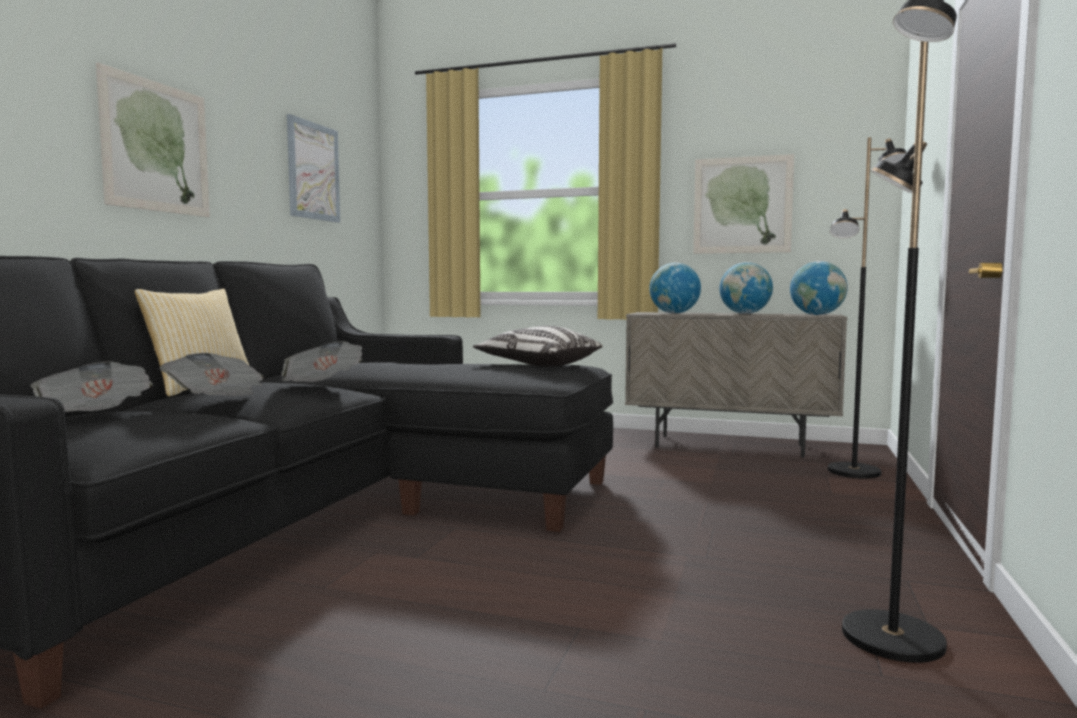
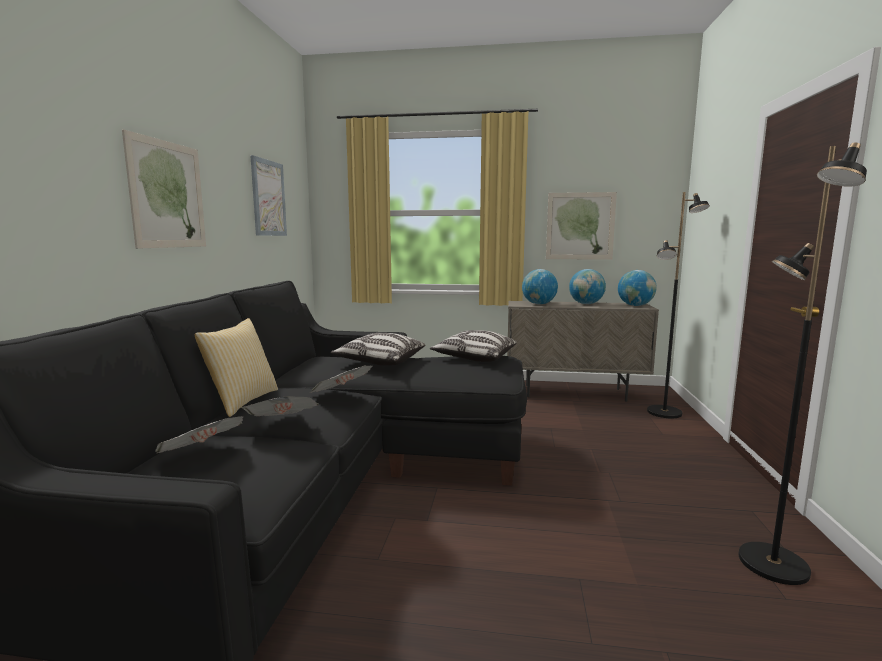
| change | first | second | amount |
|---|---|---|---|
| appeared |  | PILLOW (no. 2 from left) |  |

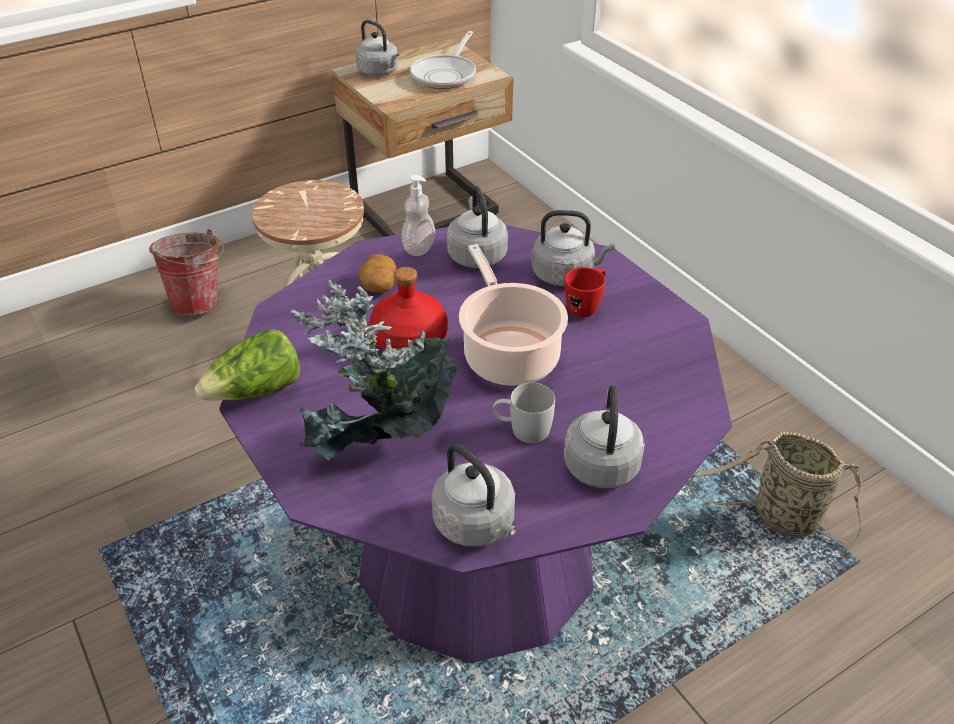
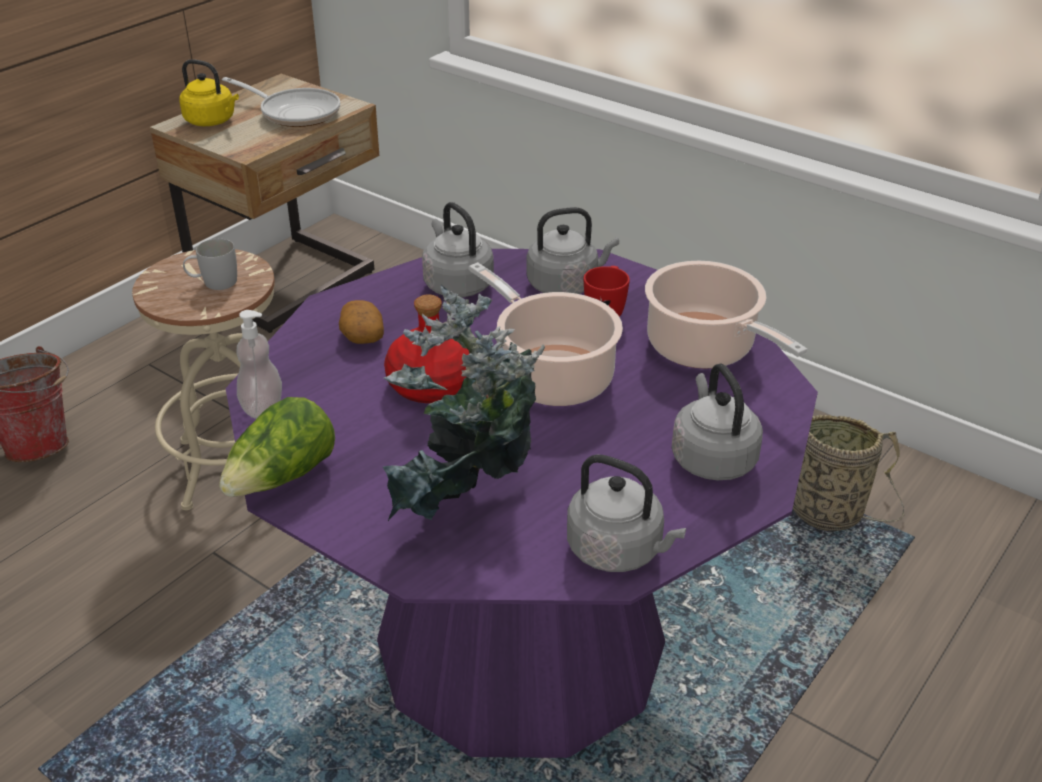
| change | first | second | amount |
|---|---|---|---|
| colour | GREY KETTLE (no. 1 from left) | YELLOW KETTLE |  |
| relocated | SOAP DISPENSER |  |  |
| spun | FRYING PAN |  | 60 degrees counterclockwise |
| relocated | WHITE MUG |  |  |
| appeared |  | COOKING POT (no. 2 from left) |  |

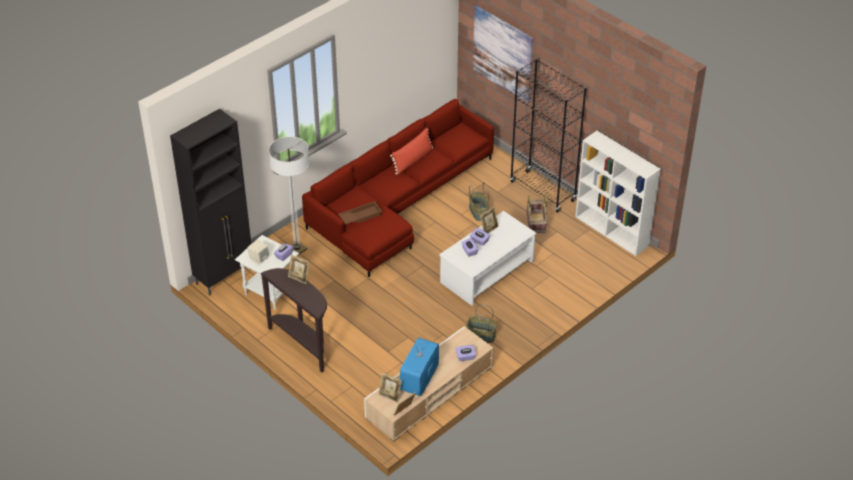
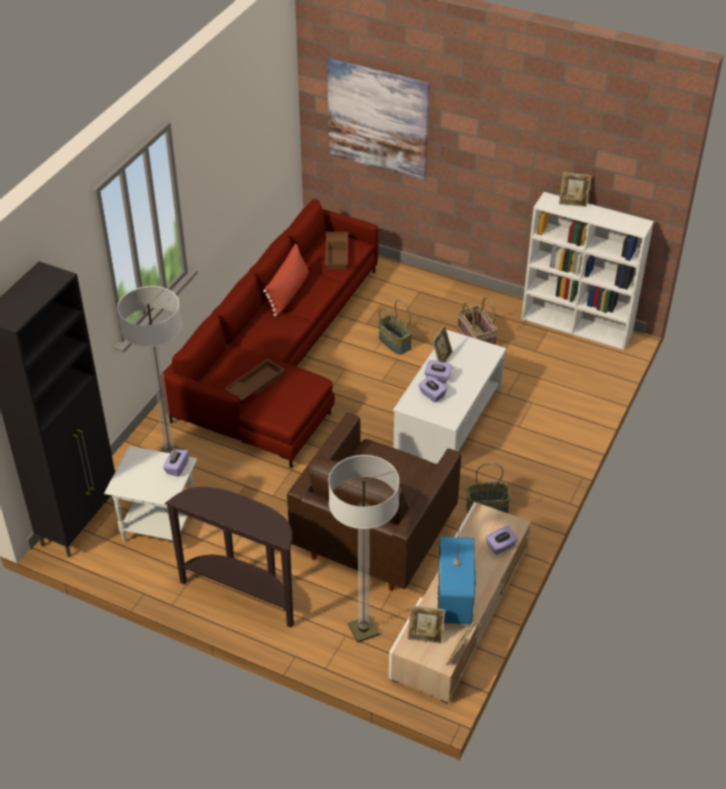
| change | first | second | amount |
|---|---|---|---|
| missing | BEIGE SPEAKER |  |  |
| relocated | PICTURE FRAME (no. 1 from left in the first image) | PICTURE FRAME (no. 4 from left) |  |
| missing | BLACK BOOKCASE |  |  |
| appeared |  | BROWN ARMCHAIR |  |
| appeared |  | BROWN TRAY (no. 2 from left) |  |
| appeared |  | FLOOR LAMP (no. 2 from left) |  |

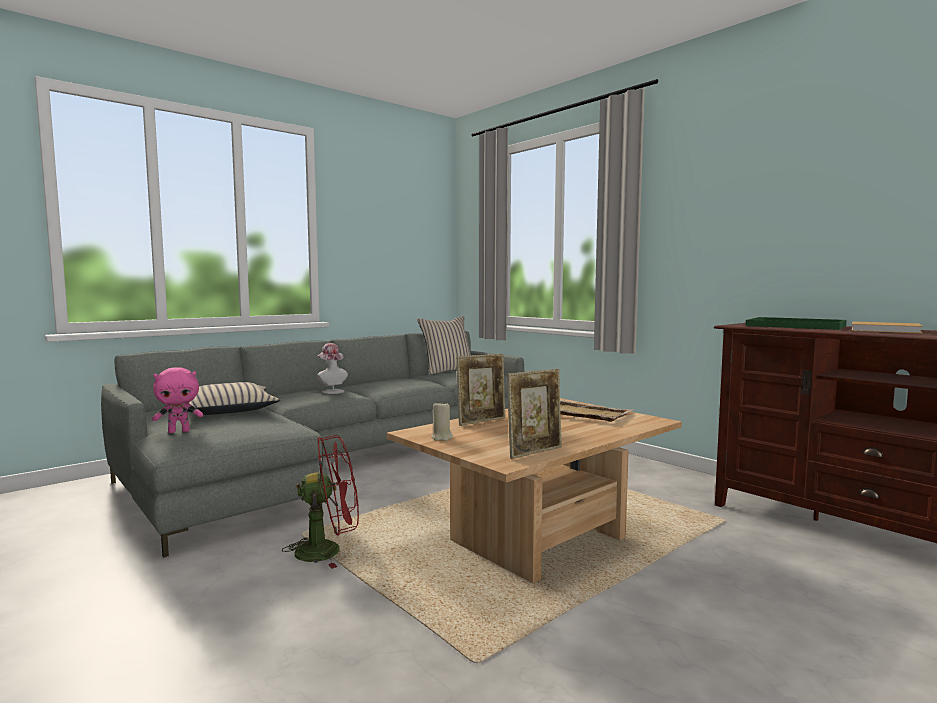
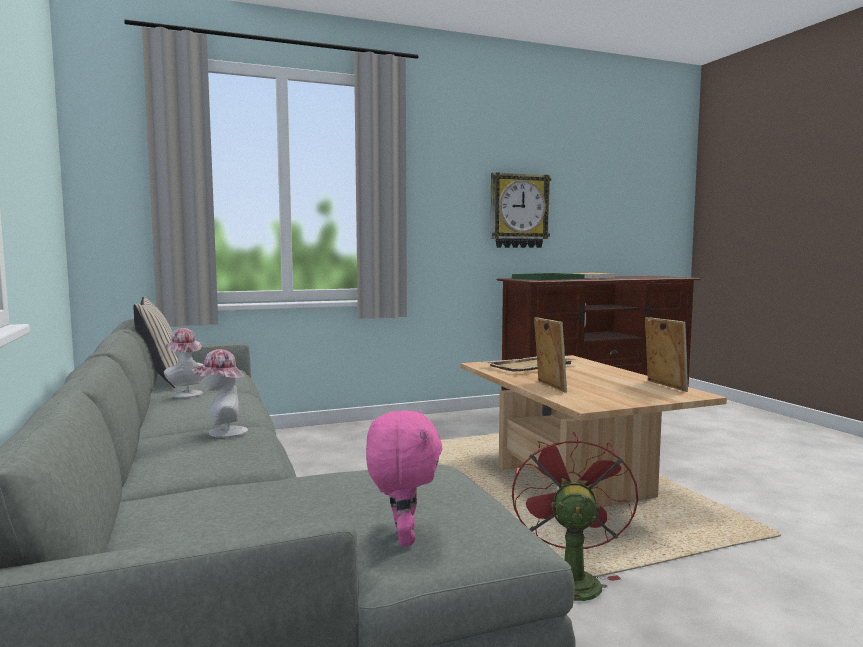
| change | first | second | amount |
|---|---|---|---|
| missing | BEIGE PILLOW (no. 1 from left) |  |  |
| missing | BEIGE CANDLE |  |  |
| appeared |  | HAT (no. 1 from left) |  |
| appeared |  | WALL CLOCK |  |

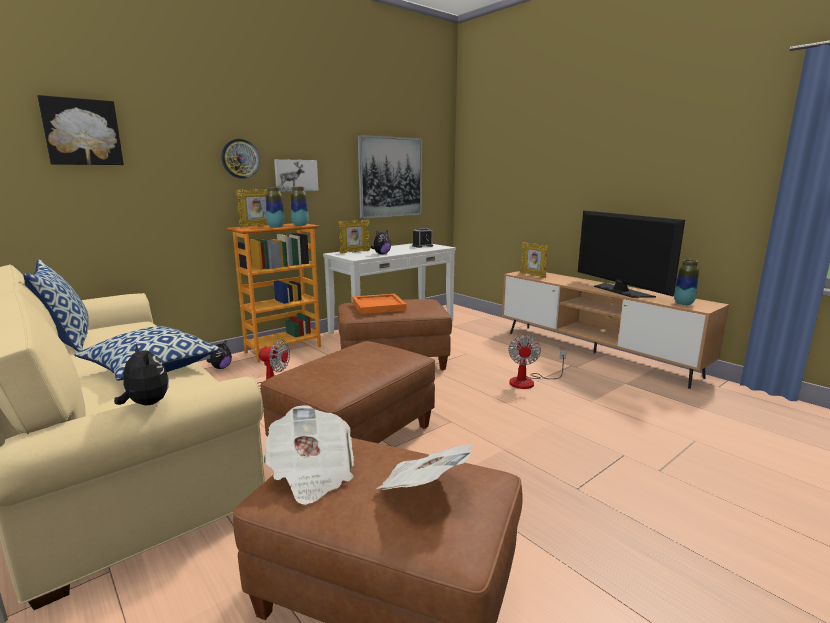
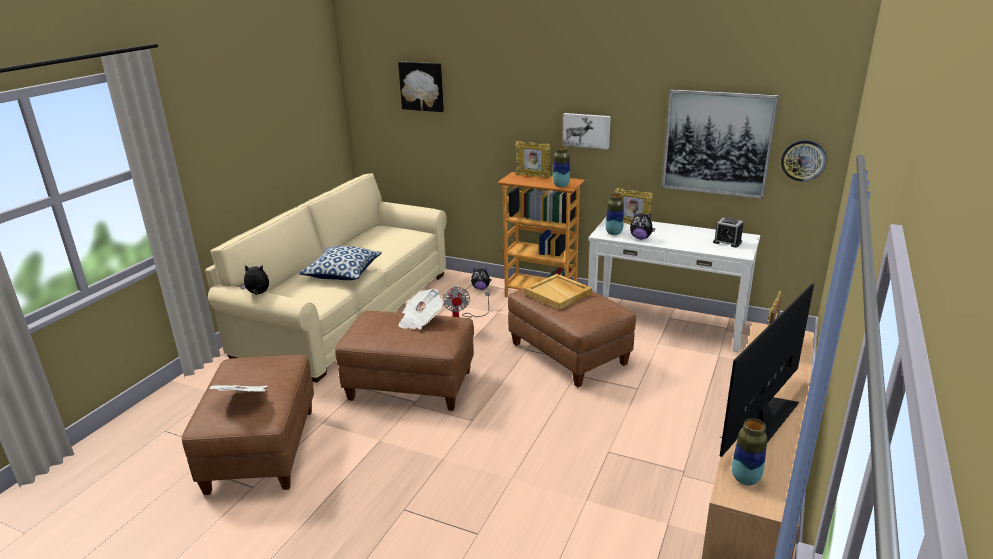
| change | first | second | amount |
|---|---|---|---|
| missing | PILLOW (no. 1 from left) |  |  |
| spun | PLUSH TOY (no. 1 from left) |  | 105 degrees counterclockwise |
| relocated | WALL CLOCK |  |  |
| relocated | NEWSPAPER (no. 1 from left in the first image) | NEWSPAPER (no. 2 from left) |  |
| relocated | VASE (no. 1 from left in the first image) | VASE (no. 2 from left) |  |
| colour | ORANGE TRAY | BEIGE TRAY |  |
| missing | FAN (no. 2 from left) |  |  |

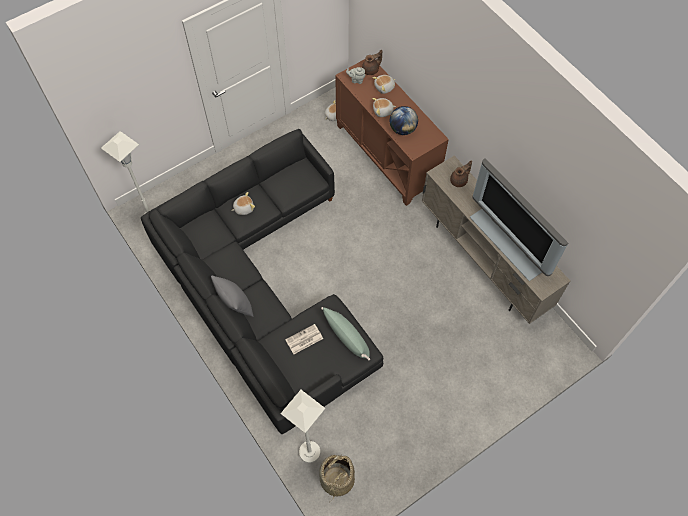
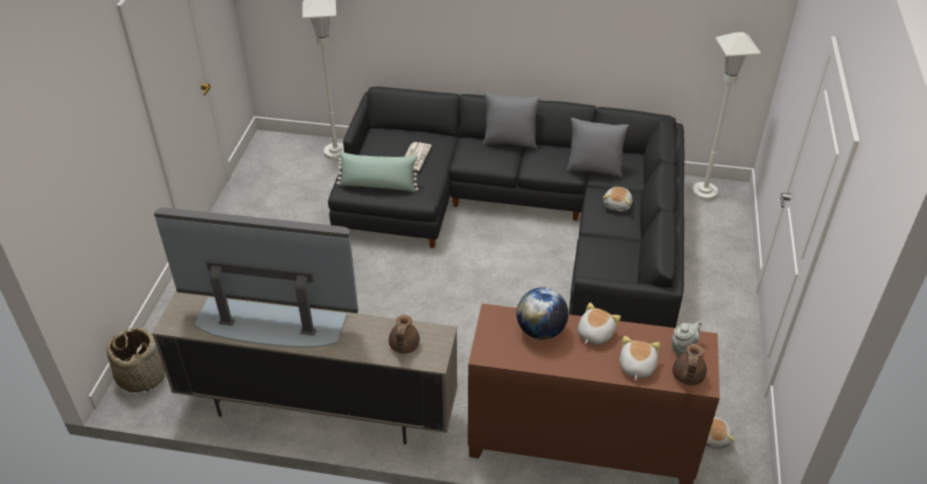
| change | first | second | amount |
|---|---|---|---|
| relocated | BASKET |  |  |
| appeared |  | GREY PILLOW (no. 2 from left) |  |

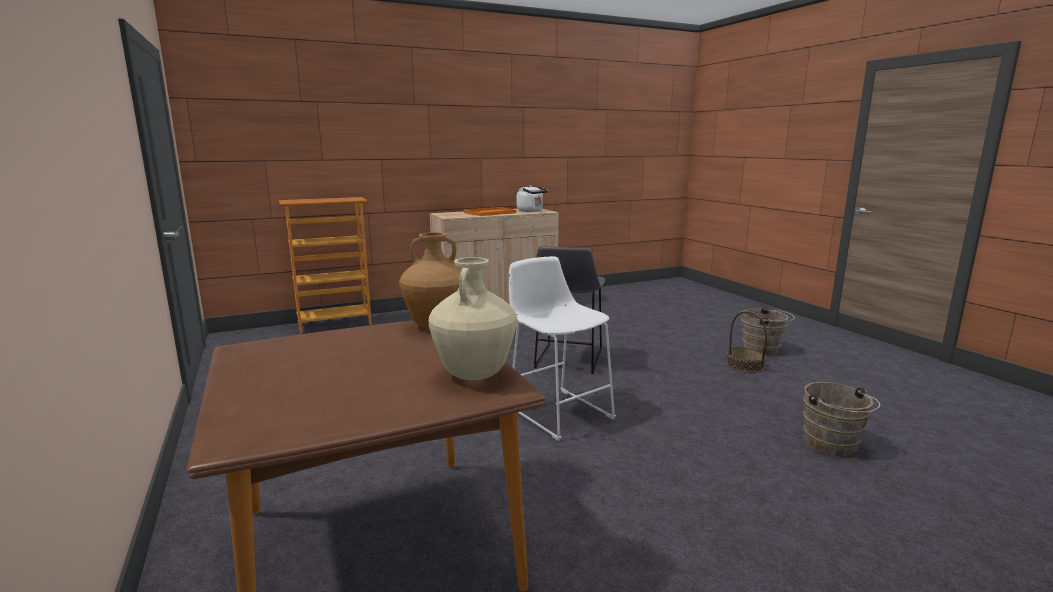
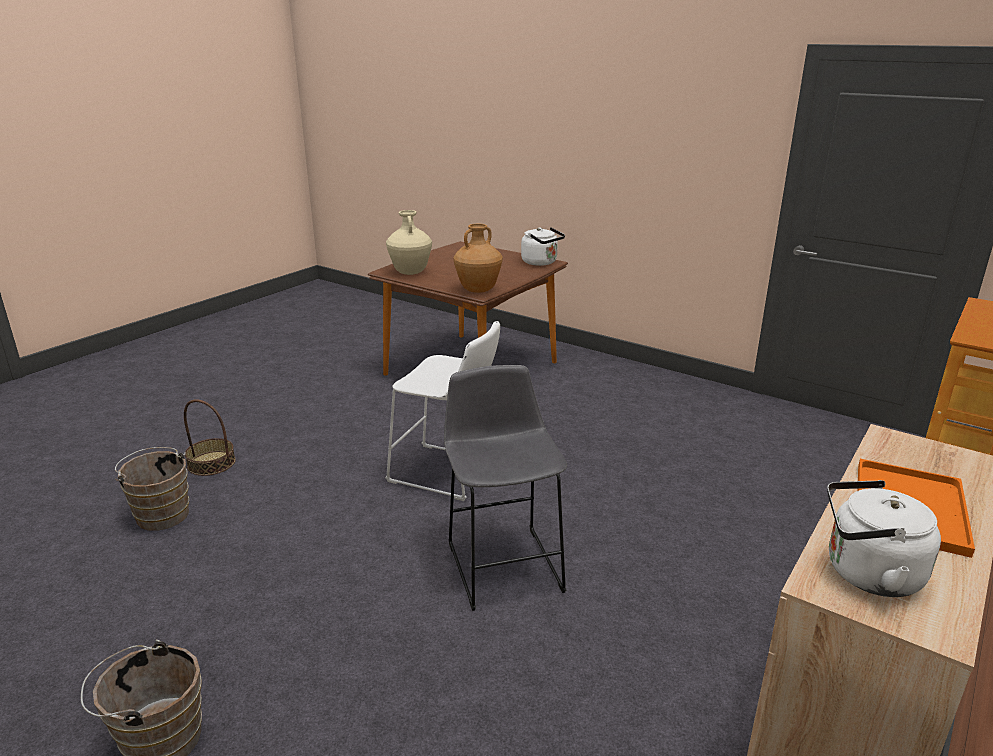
| change | first | second | amount |
|---|---|---|---|
| relocated | BASKET |  |  |
| appeared |  | WHITE KETTLE (no. 1 from left) |  |

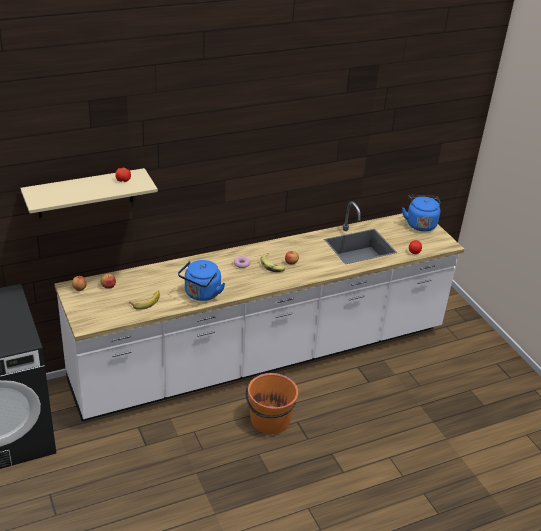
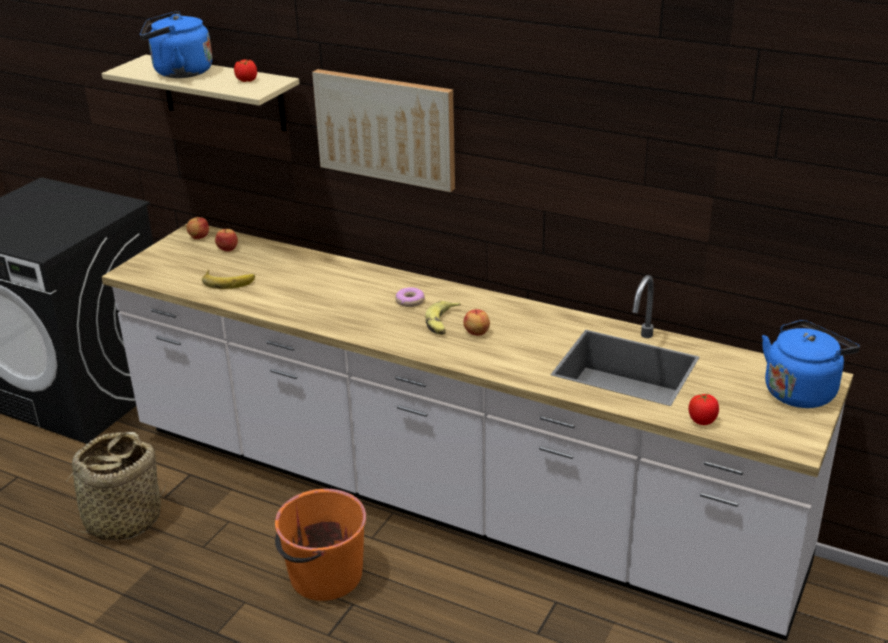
| change | first | second | amount |
|---|---|---|---|
| relocated | BLUE KETTLE (no. 1 from left) |  |  |
| appeared |  | BASKET |  |
| appeared |  | PICTURE |  |

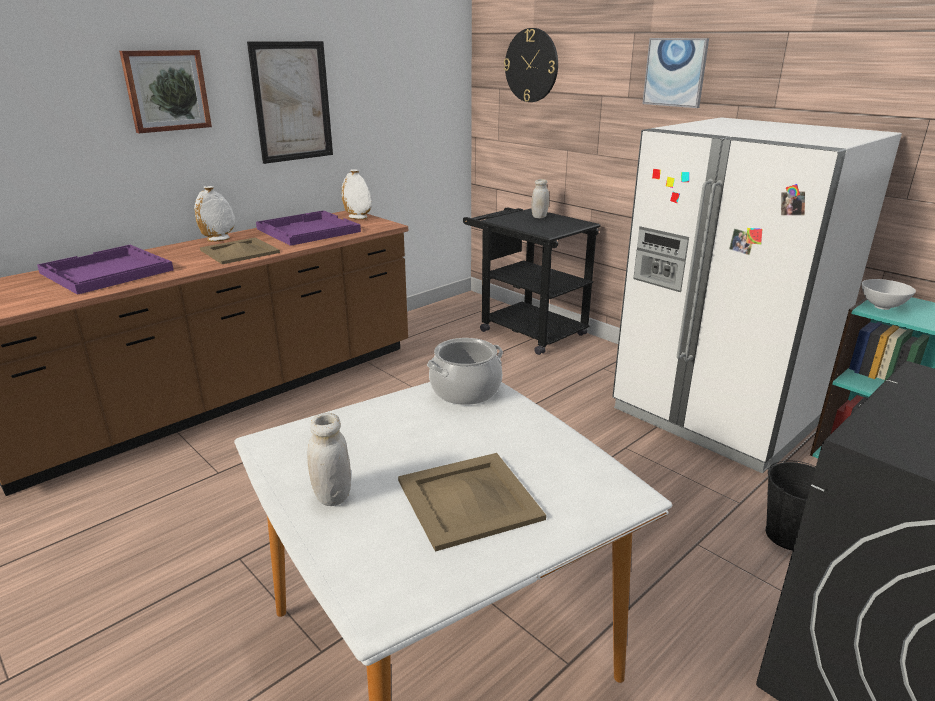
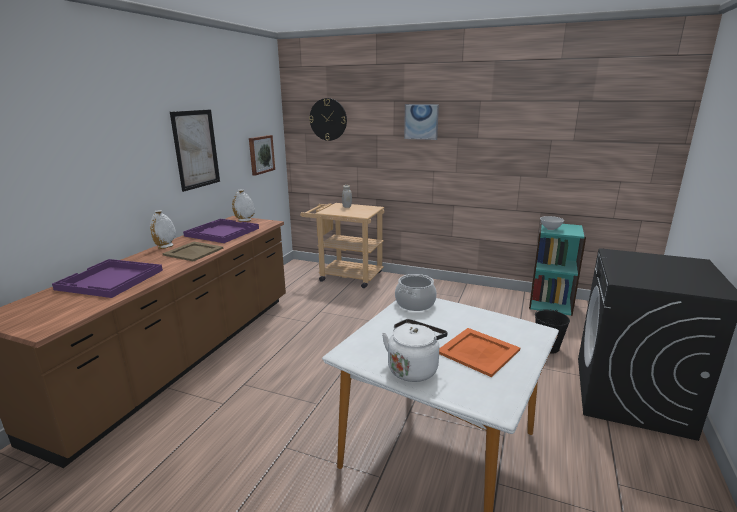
| change | first | second | amount |
|---|---|---|---|
| relocated | PICTURE (no. 1 from left in the first image) | PICTURE (no. 2 from left) |  |
| exchanged | WHITE JAR (no. 1 from left) | WHITE KETTLE |  |
| colour | BEIGE TRAY (no. 2 from left) | ORANGE TRAY |  |
| colour | BLACK CART | BEIGE CART |  |
| missing | WHITE FRIDGE |  |  |

